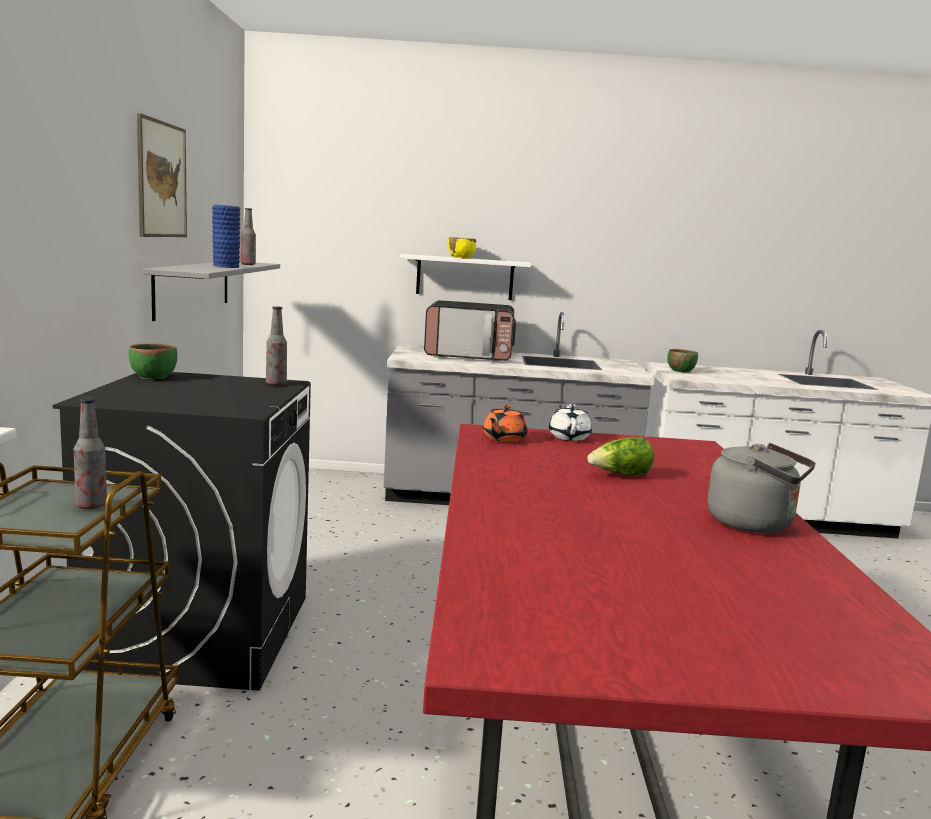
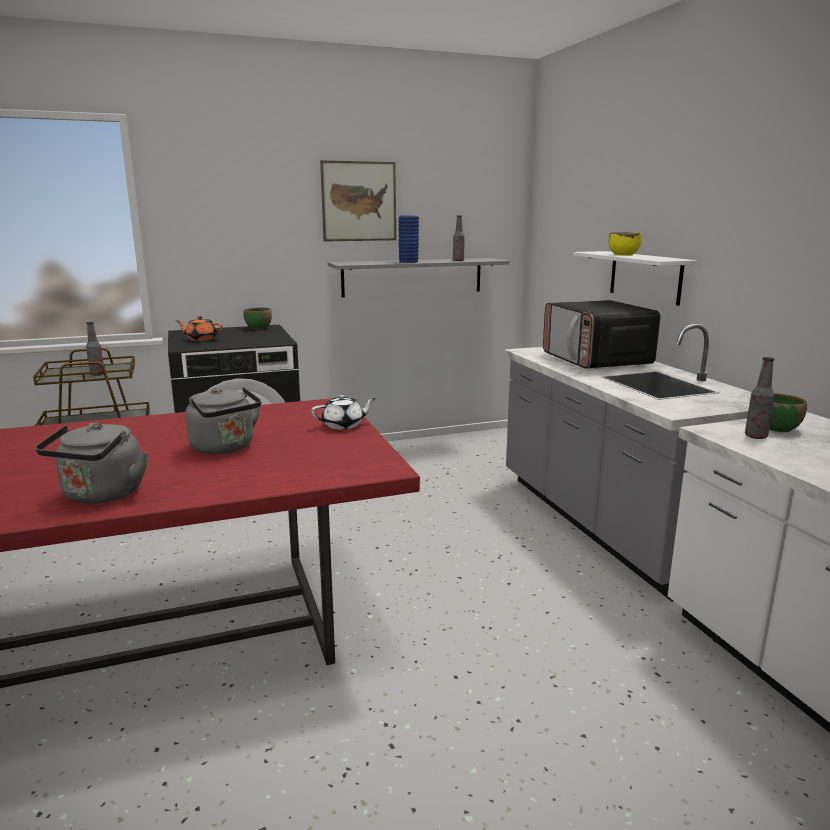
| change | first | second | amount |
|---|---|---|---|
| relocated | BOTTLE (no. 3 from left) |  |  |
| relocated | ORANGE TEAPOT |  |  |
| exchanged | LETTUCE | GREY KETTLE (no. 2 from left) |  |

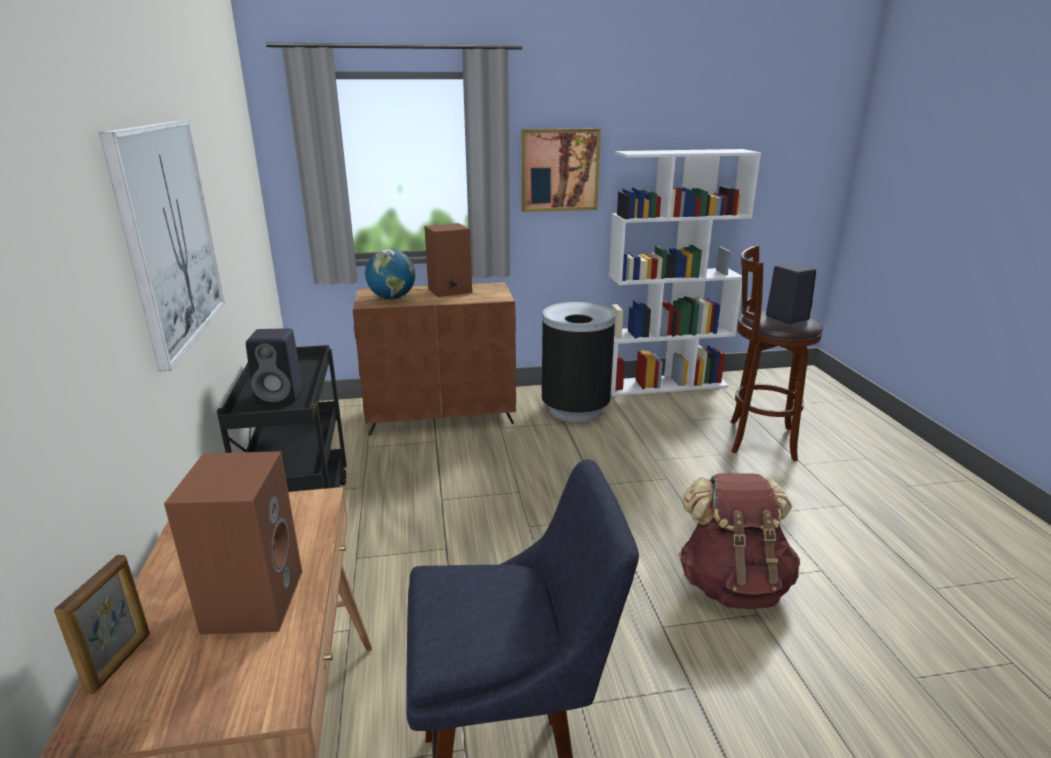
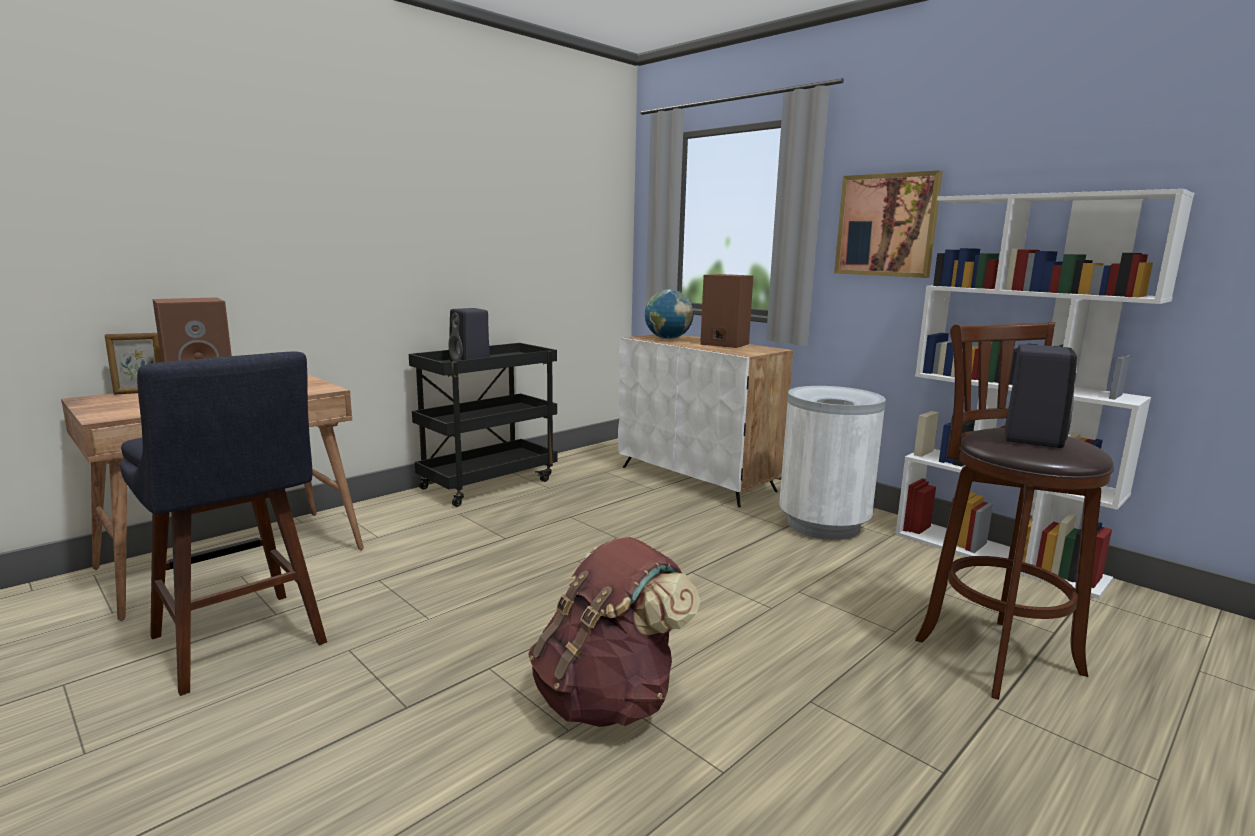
| change | first | second | amount |
|---|---|---|---|
| missing | PICTURE (no. 1 from left) |  |  |
| colour | BROWN CABINET | WHITE CABINET |  |
| colour | BLACK TRASH CAN | WHITE TRASH CAN |  |

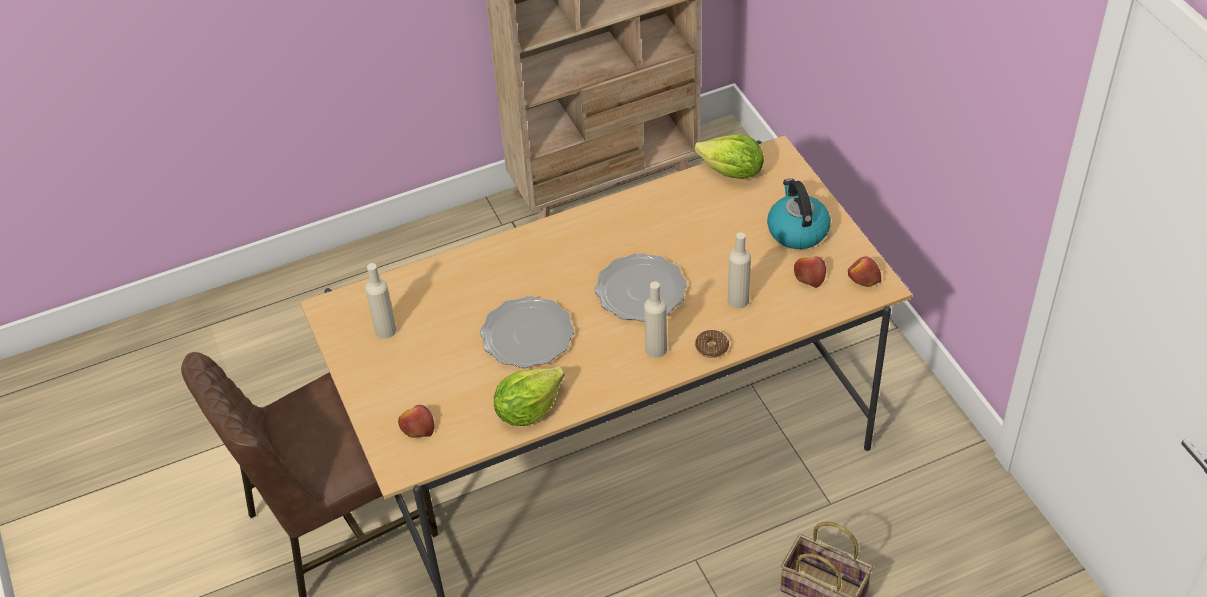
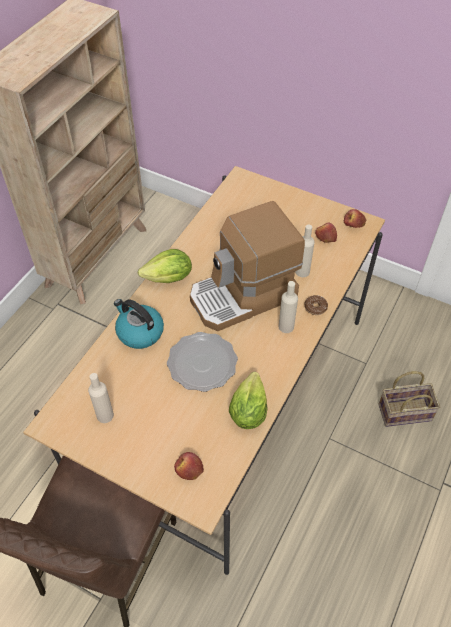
| change | first | second | amount |
|---|---|---|---|
| exchanged | PLATE (no. 2 from left) | COFFEE MACHINE |  |
| relocated | LETTUCE (no. 2 from left in the first image) | LETTUCE (no. 1 from left) |  |
| relocated | KETTLE |  |  |

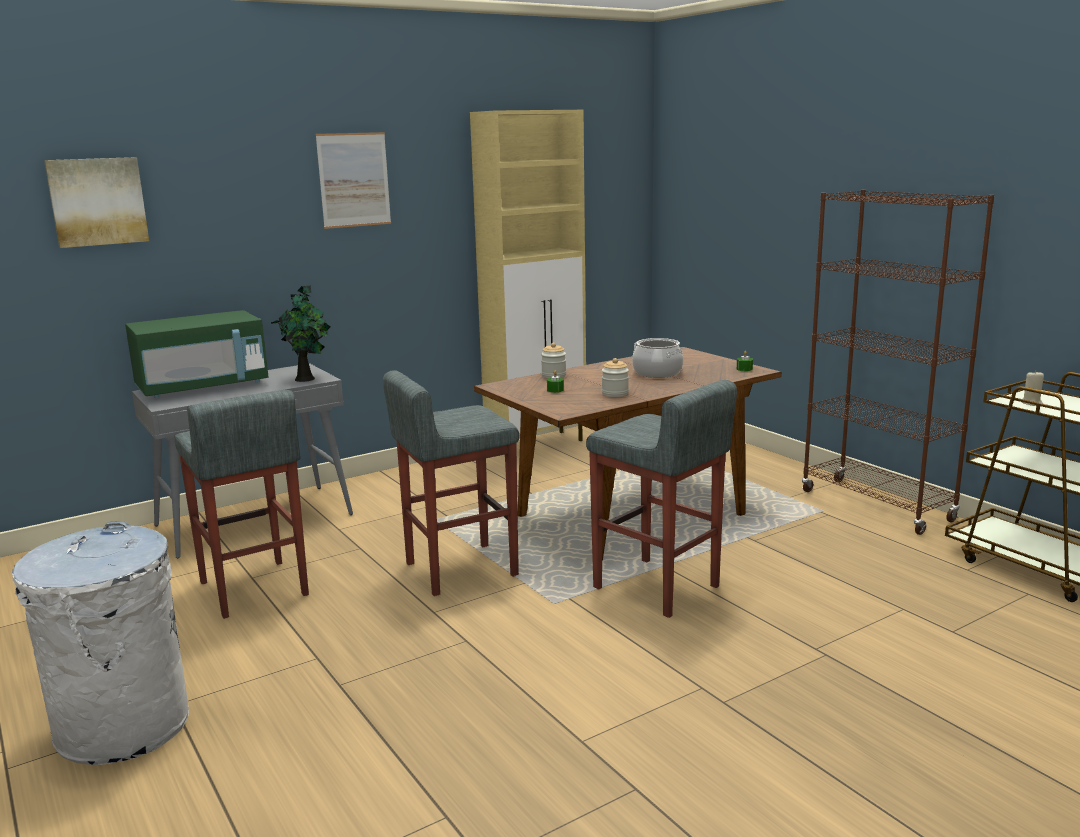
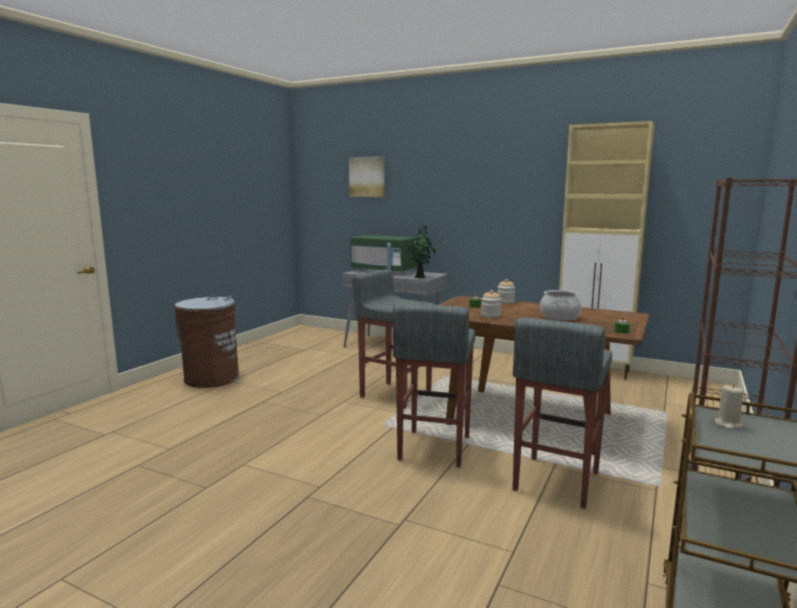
| change | first | second | amount |
|---|---|---|---|
| colour | WHITE TRASH CAN | BROWN TRASH CAN |  |
| relocated | GREY STOOL (no. 1 from left in the first image) | GREY STOOL (no. 3 from left) |  |
| missing | PICTURE (no. 2 from left) |  |  |

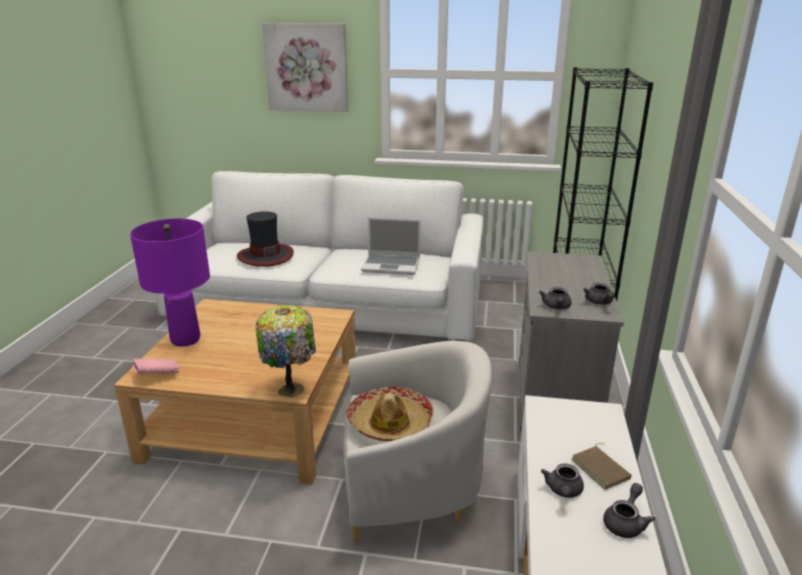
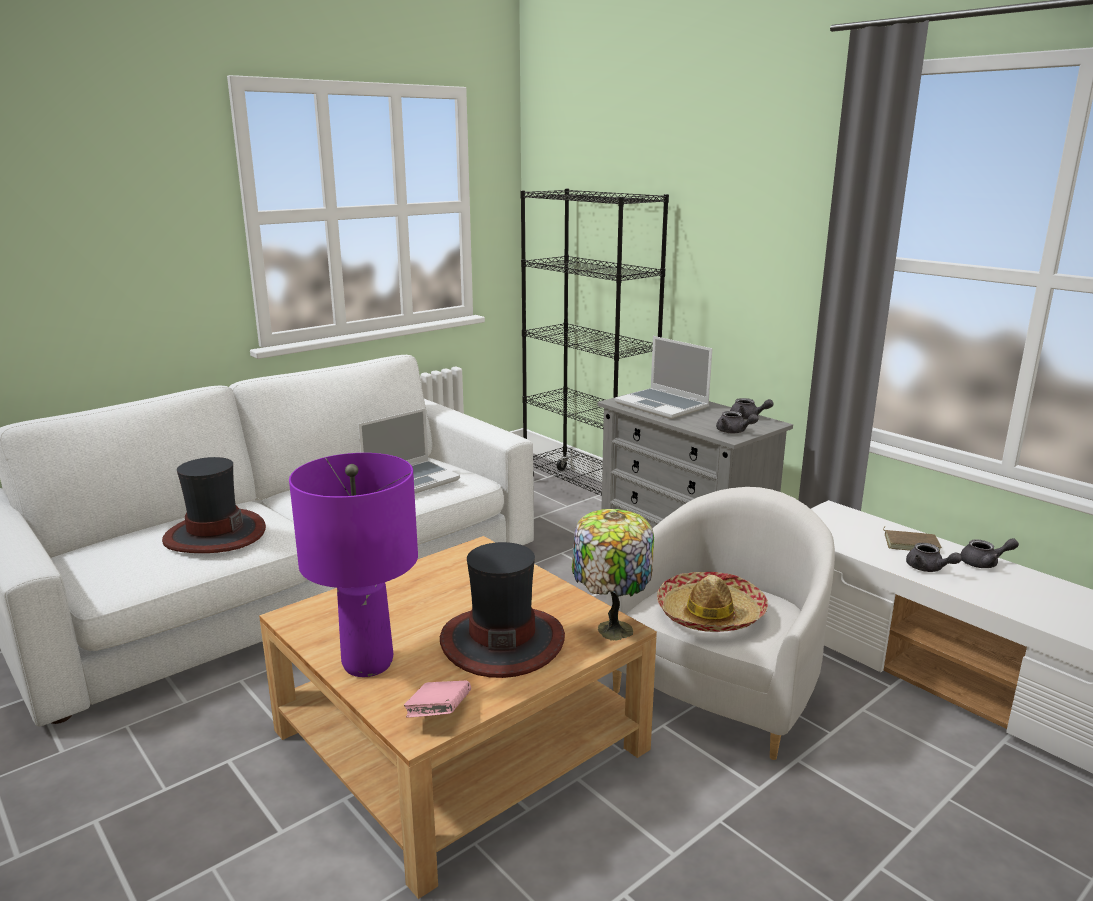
| change | first | second | amount |
|---|---|---|---|
| missing | PICTURE |  |  |
| spun | GREY TEAPOT (no. 4 from left) |  | 105 degrees clockwise |
| appeared |  | HAT (no. 2 from left) |  |
| appeared |  | LAPTOP (no. 2 from left) |  |

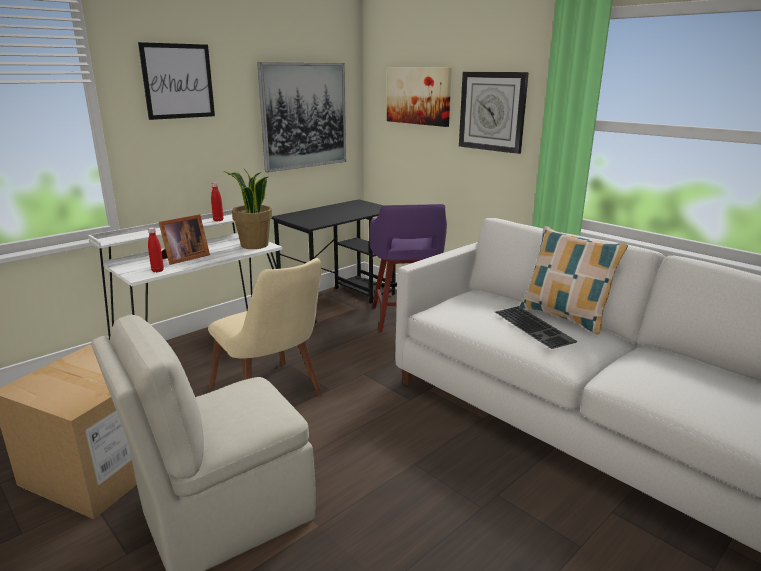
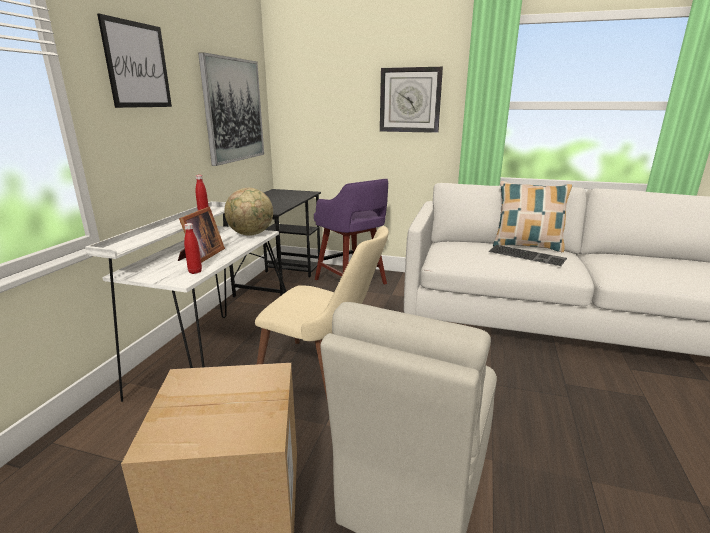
| change | first | second | amount |
|---|---|---|---|
| exchanged | POTTED PLANT | GLOBE |  |
| missing | PICTURE (no. 3 from left) |  |  |

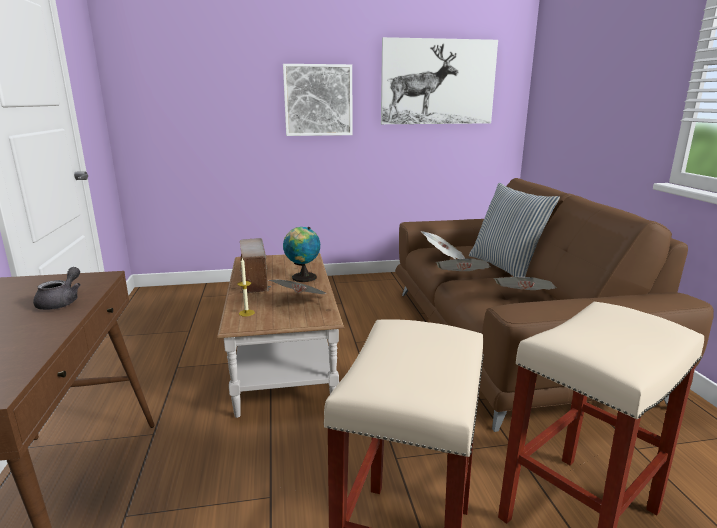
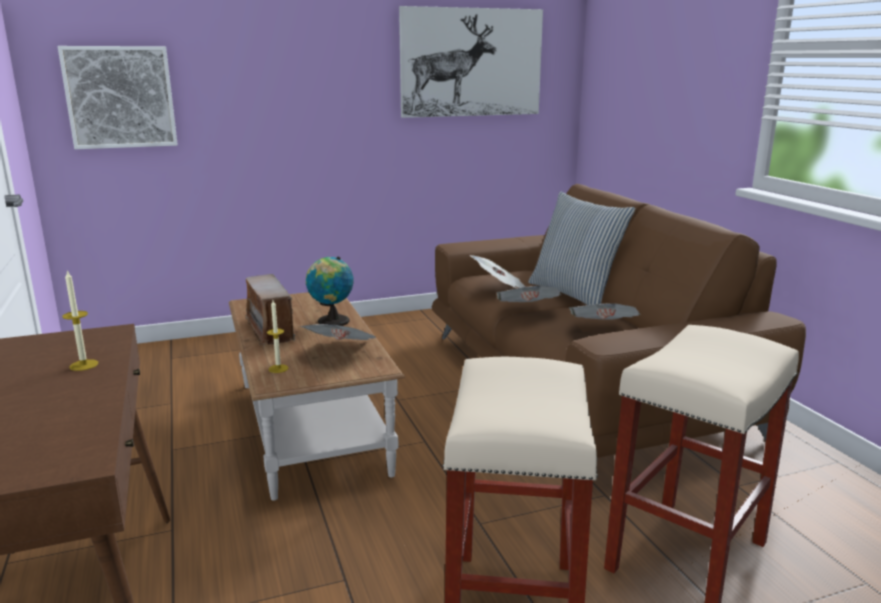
| change | first | second | amount |
|---|---|---|---|
| exchanged | GREY TEAPOT | CANDLE (no. 1 from left) |  |
| relocated | PICTURE (no. 1 from left) |  |  |

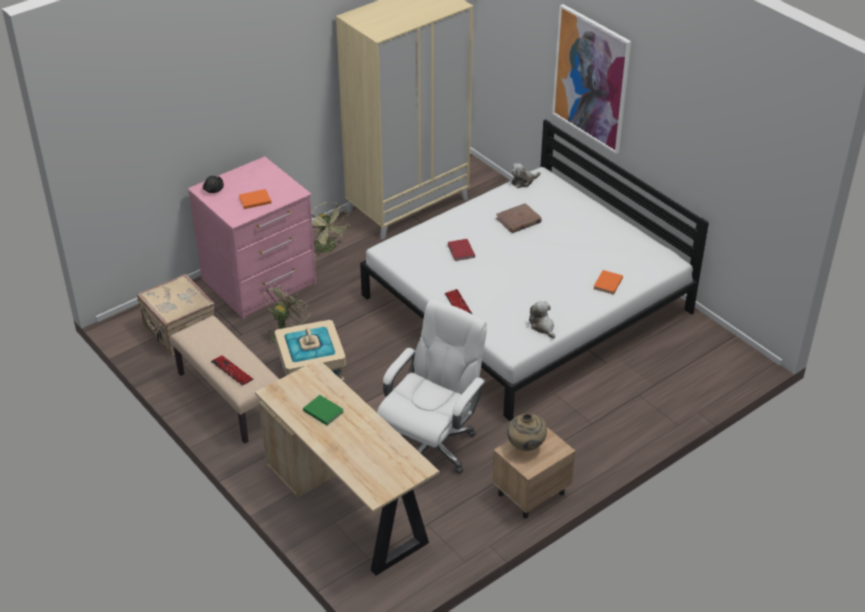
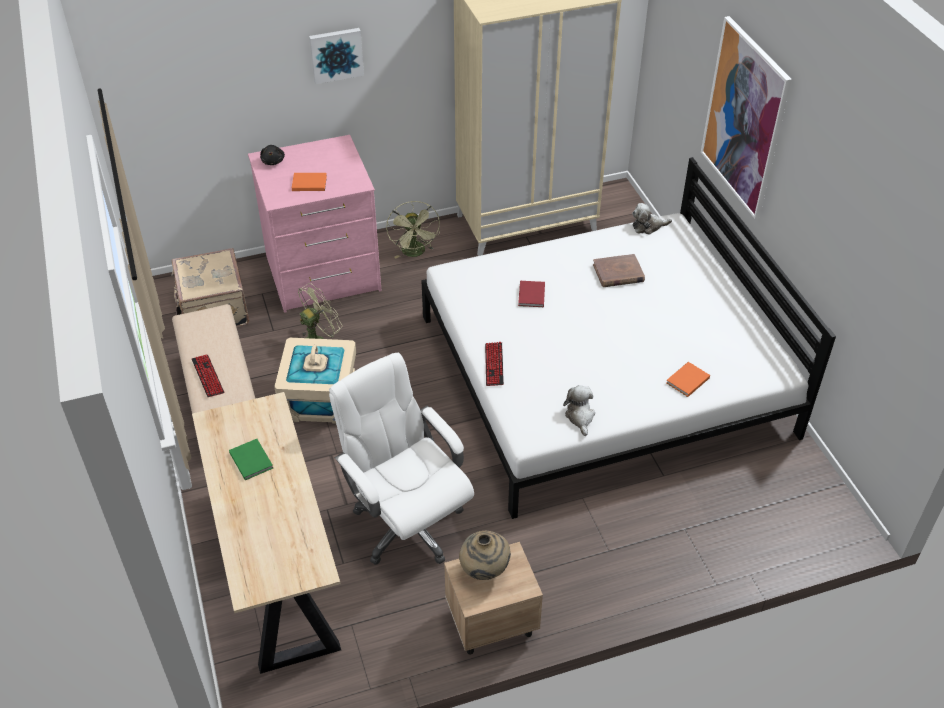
| change | first | second | amount |
|---|---|---|---|
| spun | WHITE OFFICE CHAIR |  | 90 degrees counterclockwise |
| appeared |  | PICTURE (no. 1 from left) |  |

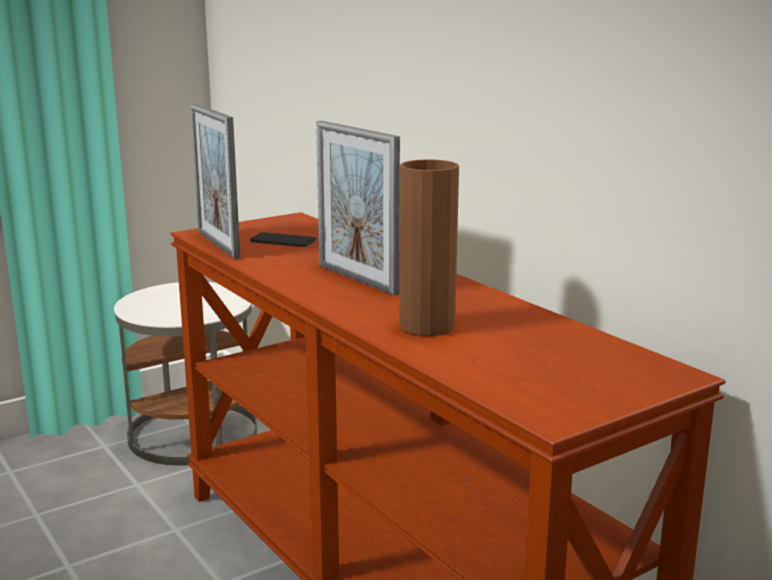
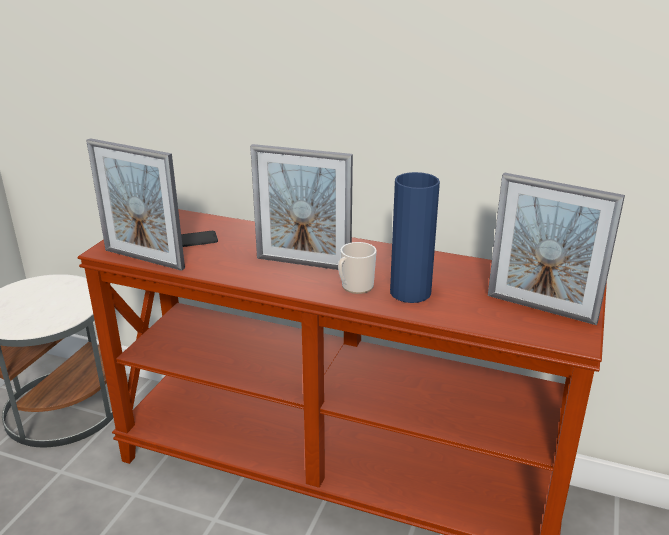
| change | first | second | amount |
|---|---|---|---|
| colour | BROWN VASE | BLUE VASE |  |
| appeared |  | MUG |  |
| appeared |  | PICTURE FRAME (no. 3 from left) |  |

